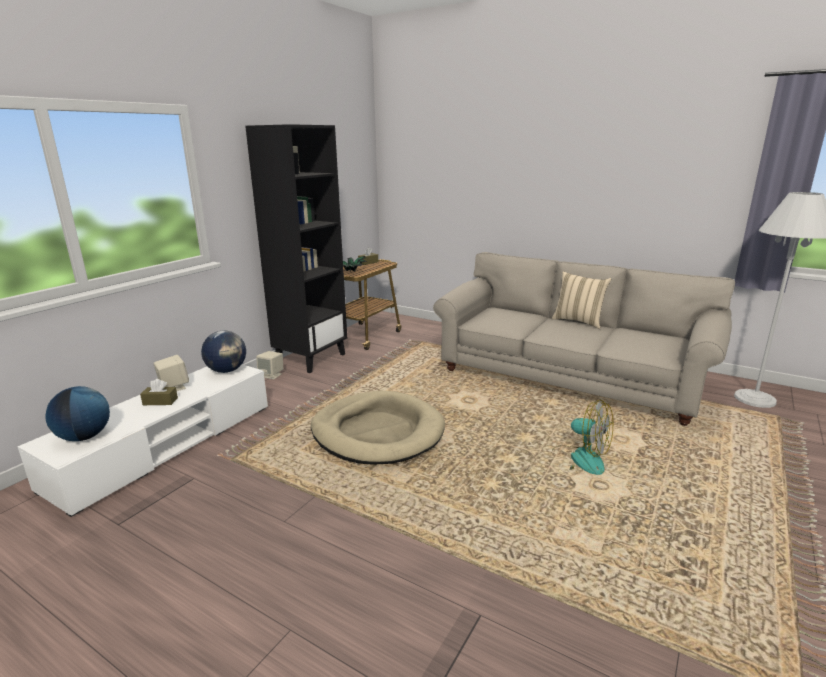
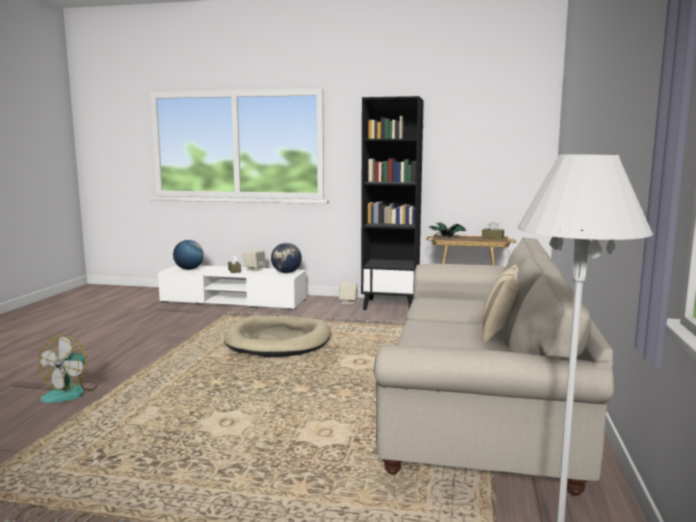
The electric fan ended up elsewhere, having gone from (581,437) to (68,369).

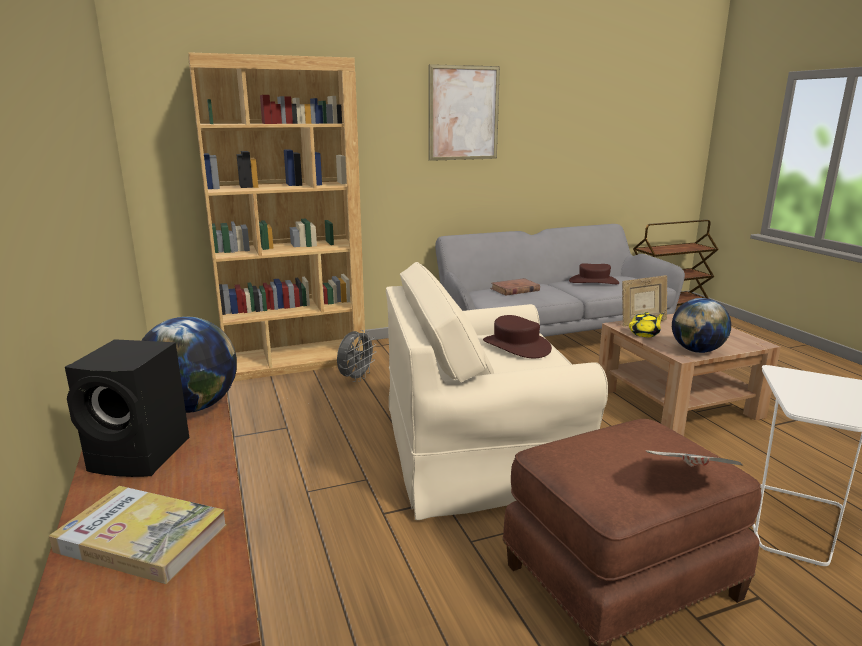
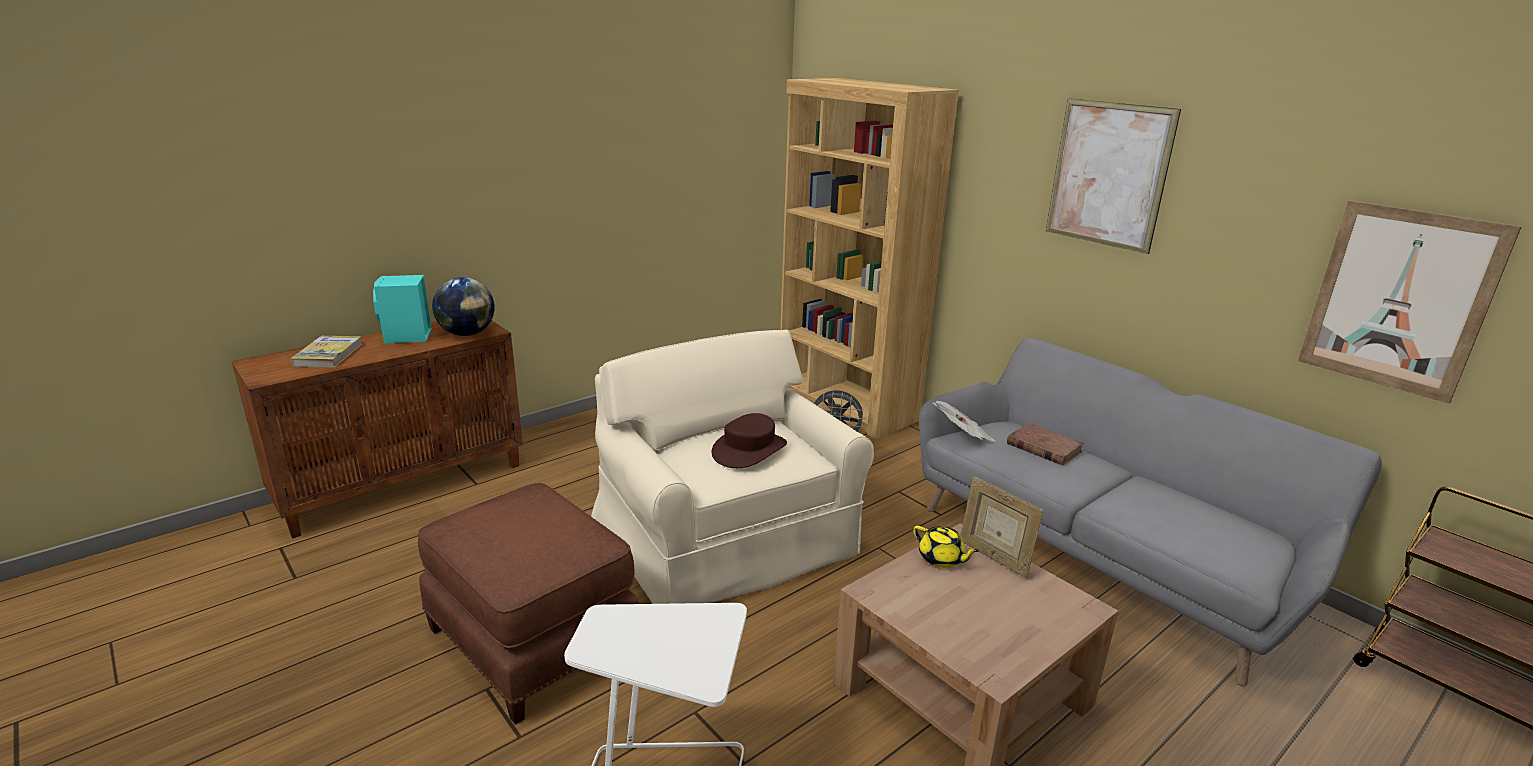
The second view lost the brownish hat at (594,273). The second view lost the globe at (701,325). The second view gained the wall art at (1410,302). The newspaper ended up elsewhere, having gone from (694,458) to (964,421). What was the black audio speaker at (127,408) turned into the blue-green audio speaker at (402,309).

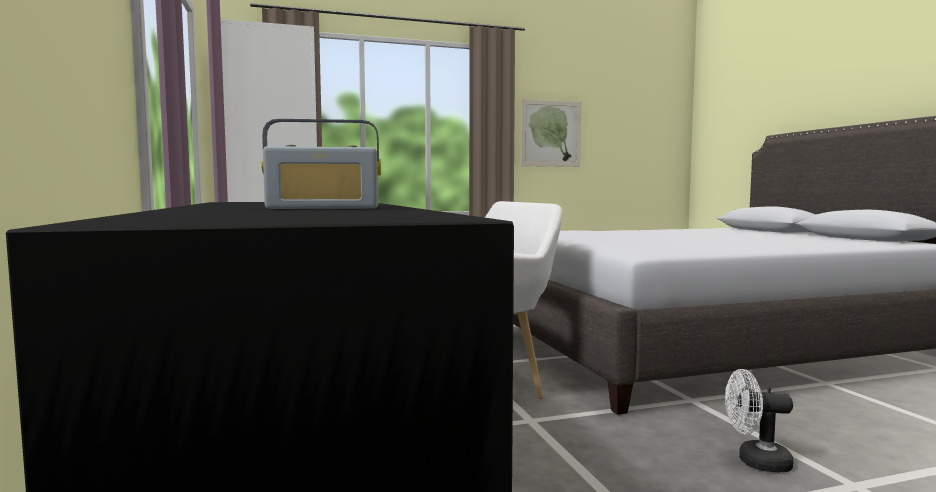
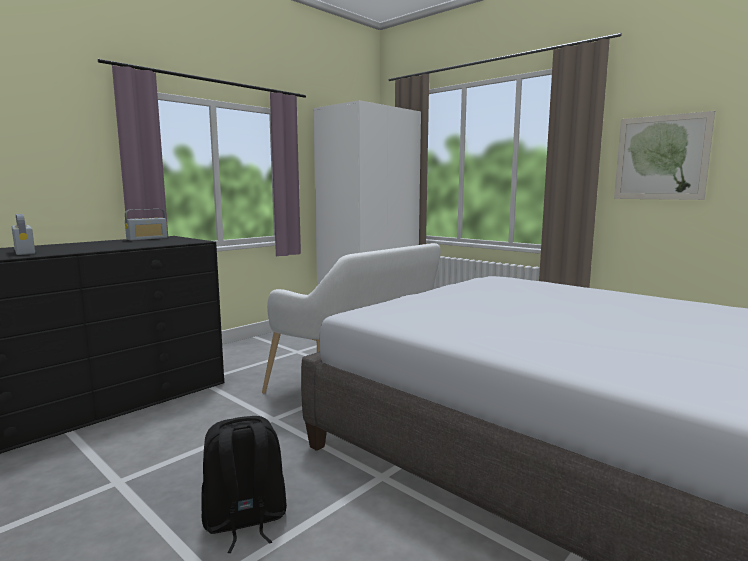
The second view gained the radio set at (146,225). Where the whitish electric fan stood at (759,420), the black rucksack came to stand at (244,484).

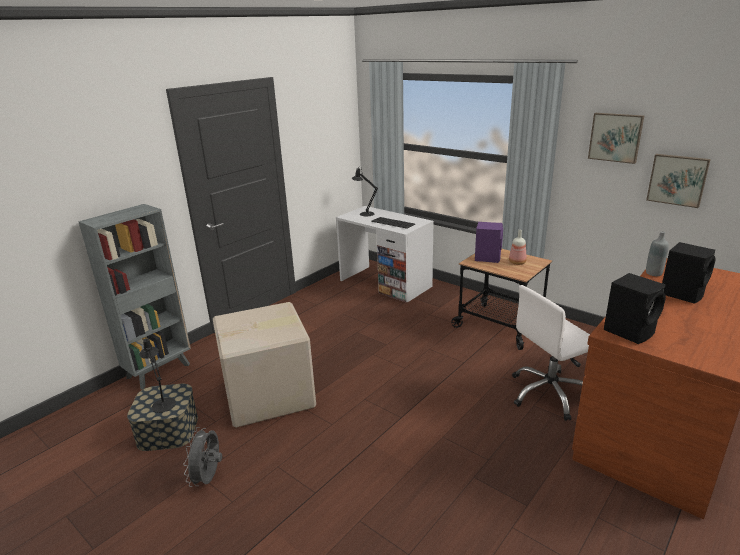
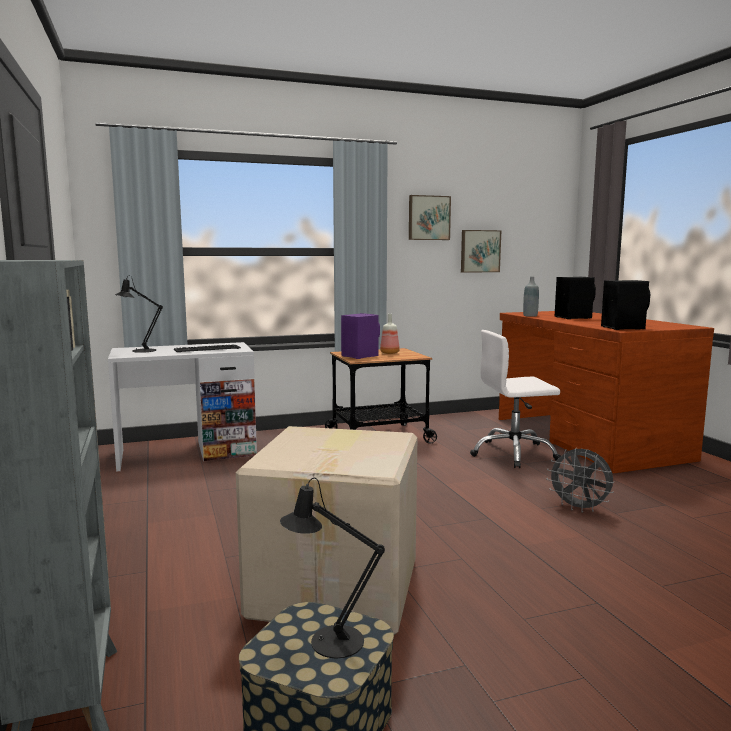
The greyish electric fan ended up elsewhere, having gone from (202,457) to (580,480). The whitish desk chair at (551,353) ended up facing another way, 75 degrees clockwise from before.

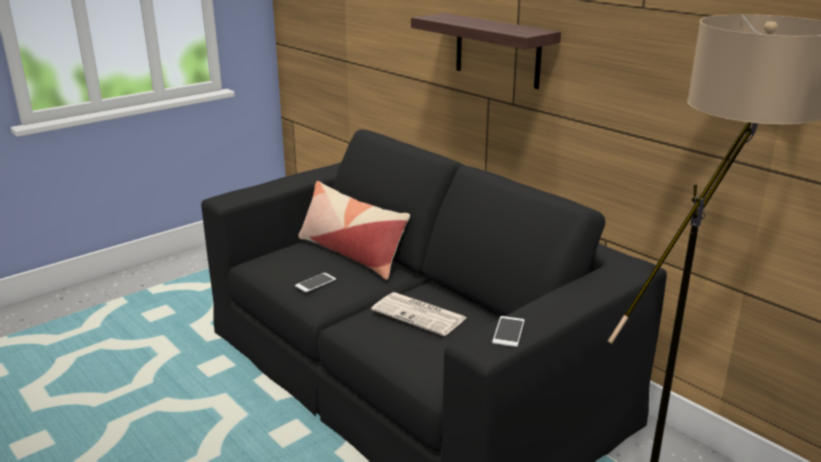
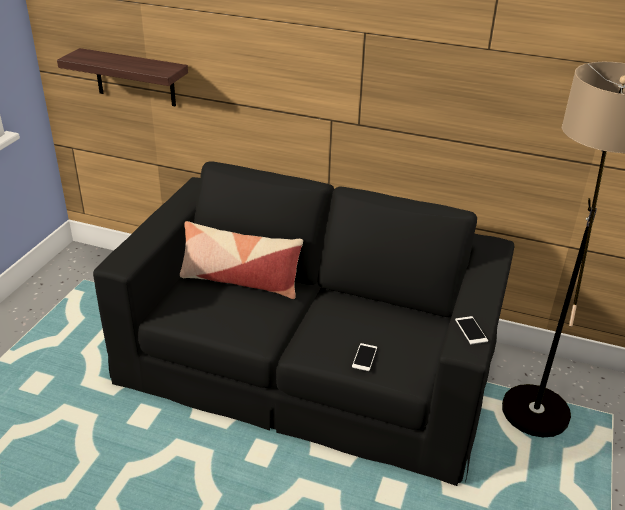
The second view lost the newspaper at (418,314). The phone ended up elsewhere, having gone from (315,282) to (364,357). The bracket shelf ended up elsewhere, having gone from (486,51) to (122,77).

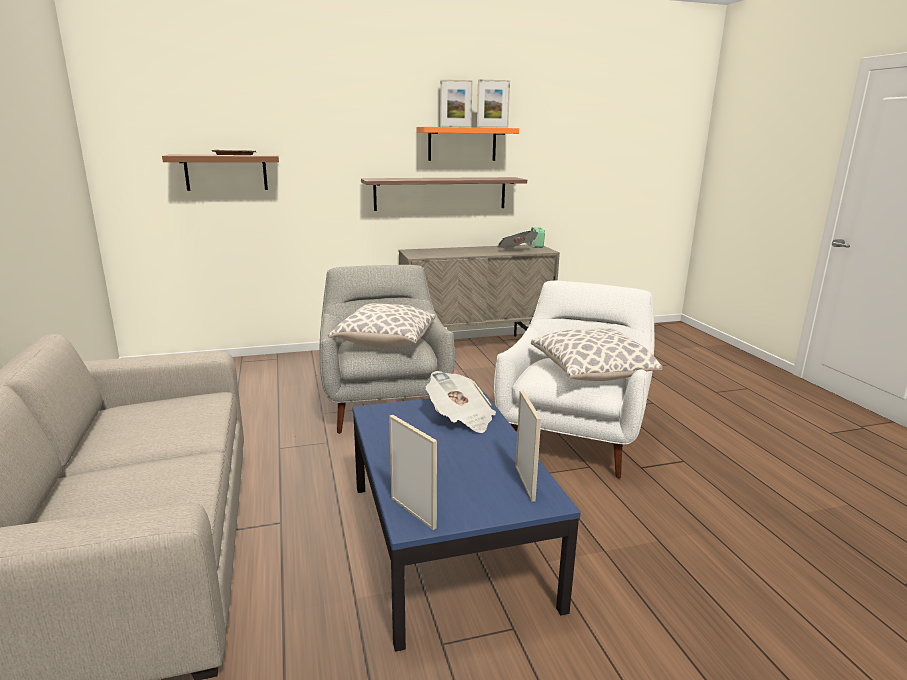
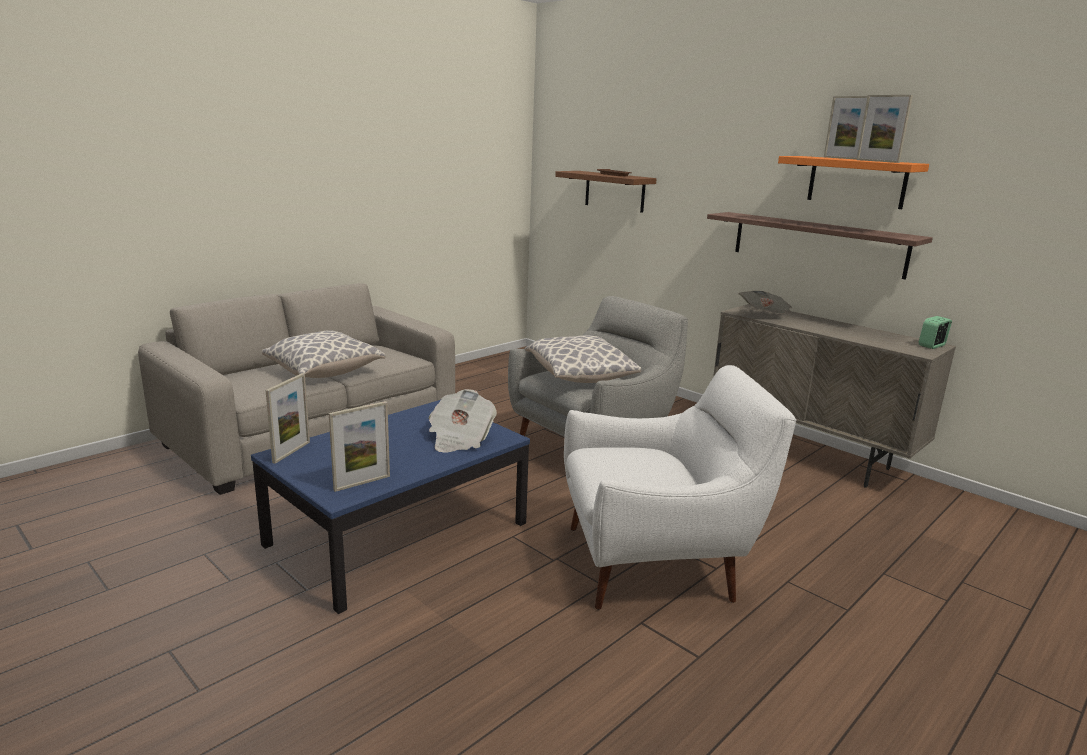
The newspaper ended up elsewhere, having gone from (517,239) to (765,302). The cushion ended up elsewhere, having gone from (597,354) to (324,354).

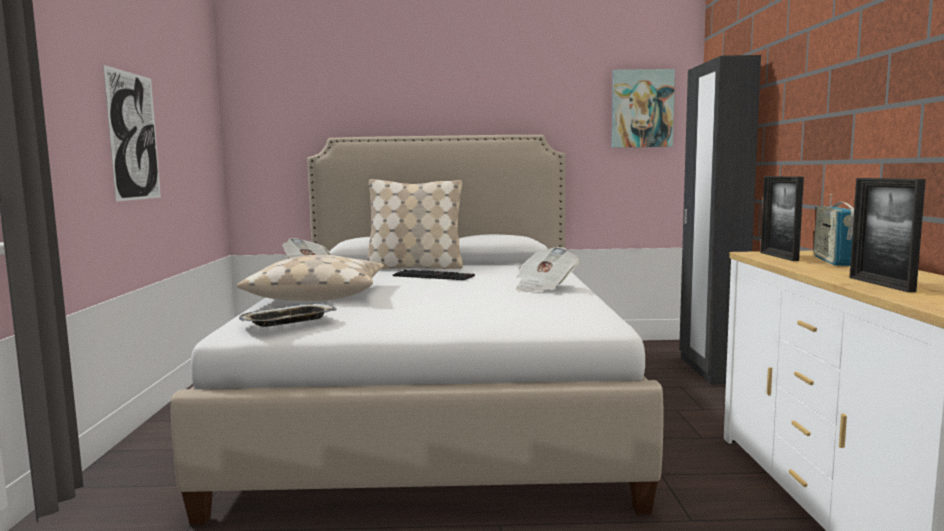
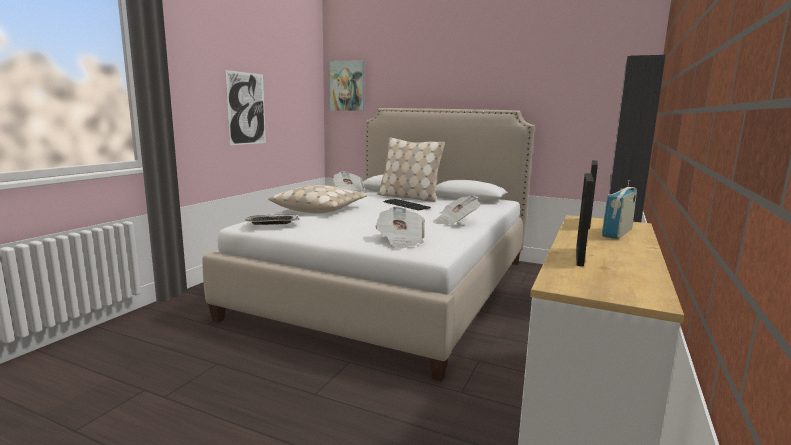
The second view gained the newspaper at (400,227). The wall art ended up elsewhere, having gone from (643,108) to (346,85).

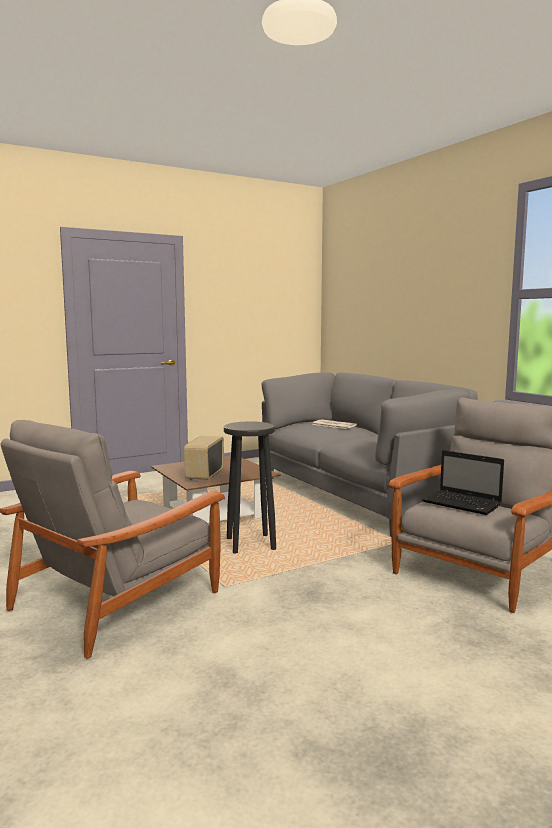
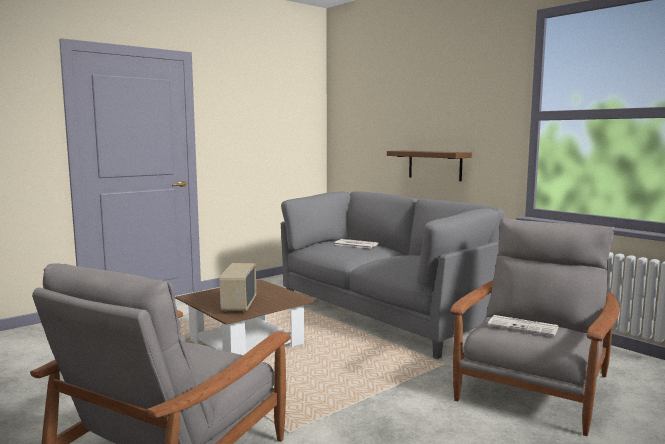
The second view lost the black stool seat at (250,487). The second view gained the brownish bracket shelf at (429,166). Where the laptop stood at (463,482), the newspaper came to stand at (523,325).

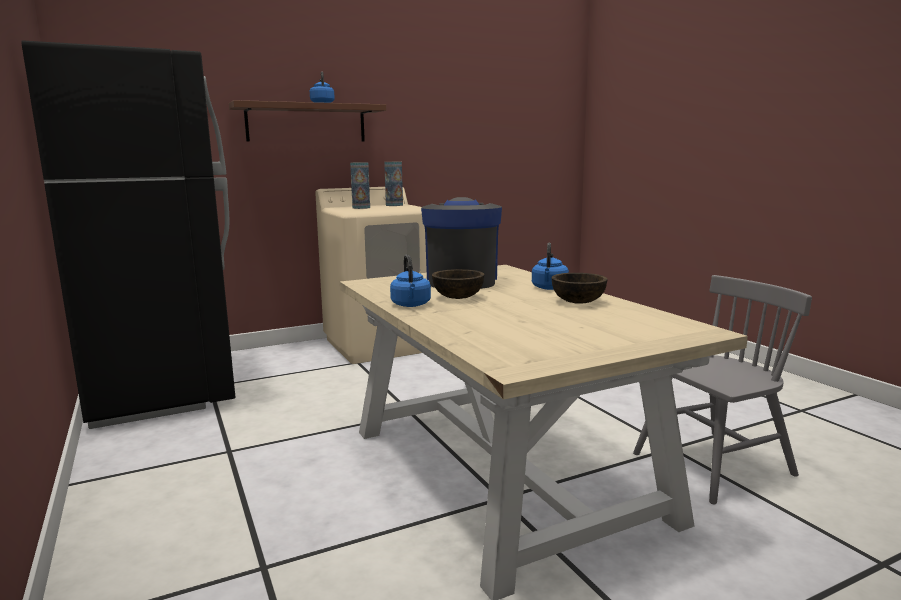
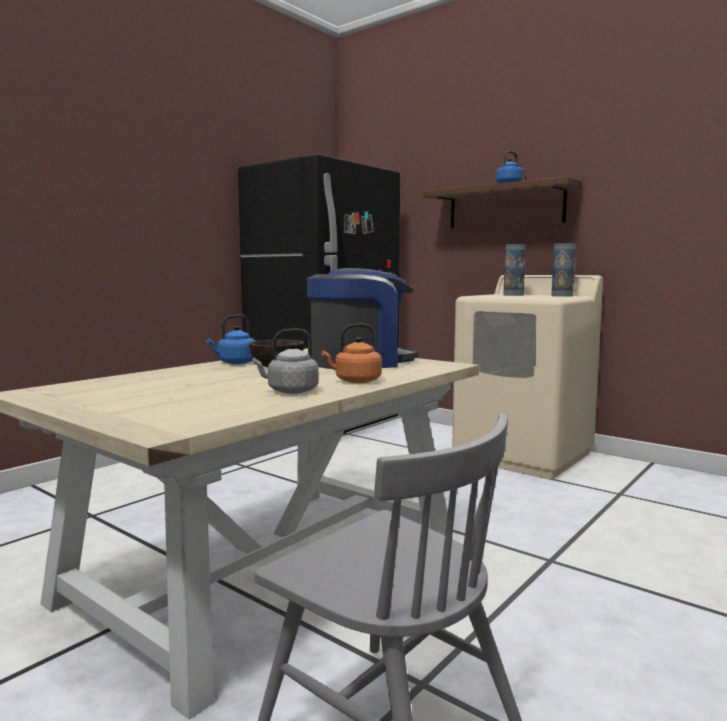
Where the brownish bowl stood at (579,288), the greyish tea kettle came to stand at (285,361). What was the blue-coloured tea kettle at (550,266) turned into the orangey tea kettle at (352,353).

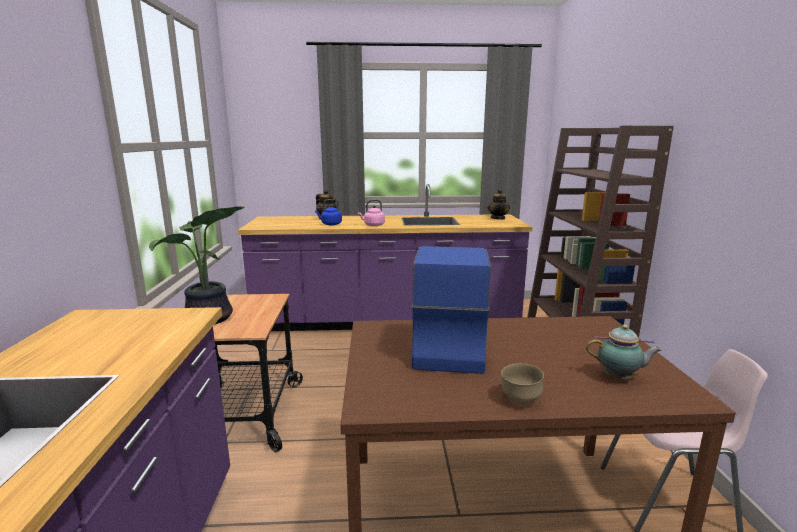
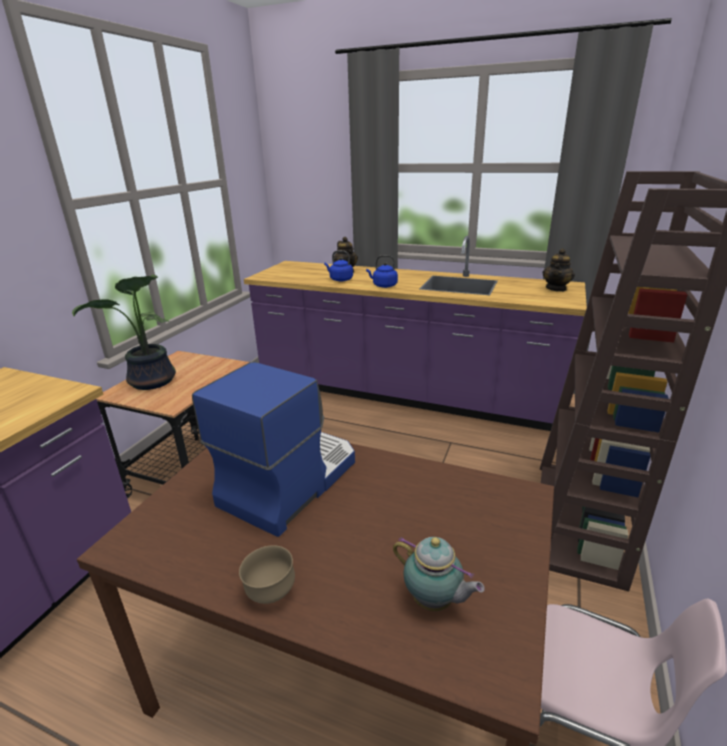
What was the pinkish tea kettle at (371,212) turned into the blue-coloured tea kettle at (382,271).

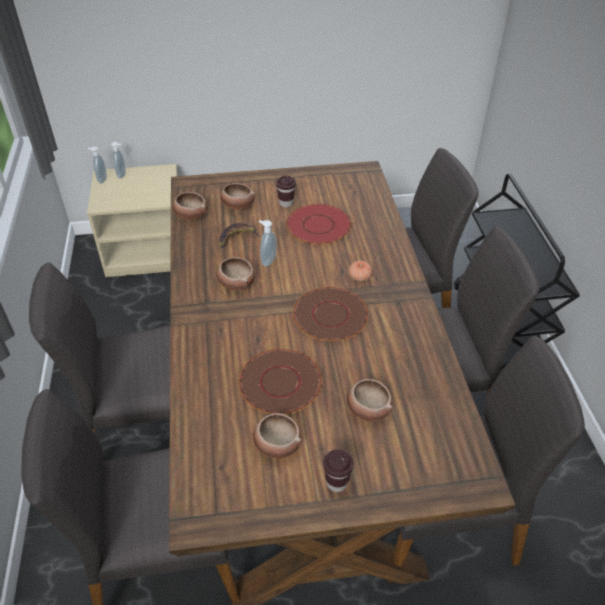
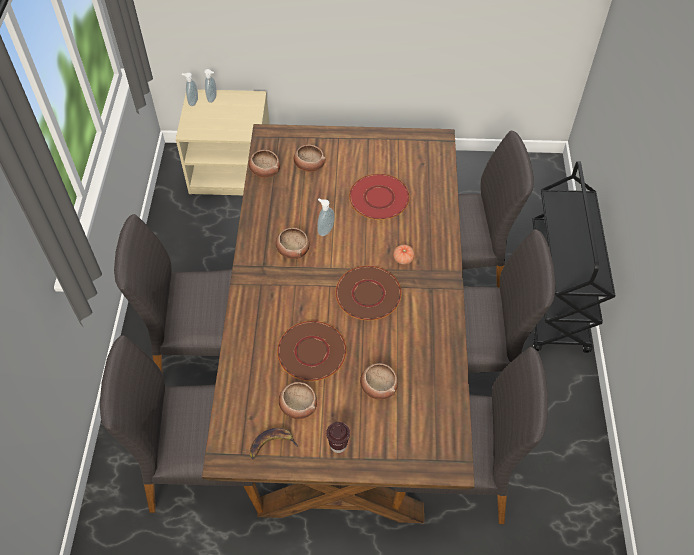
The second view lost the brownish drinking cup at (286,191). The banana ended up elsewhere, having gone from (239,235) to (274,443).

